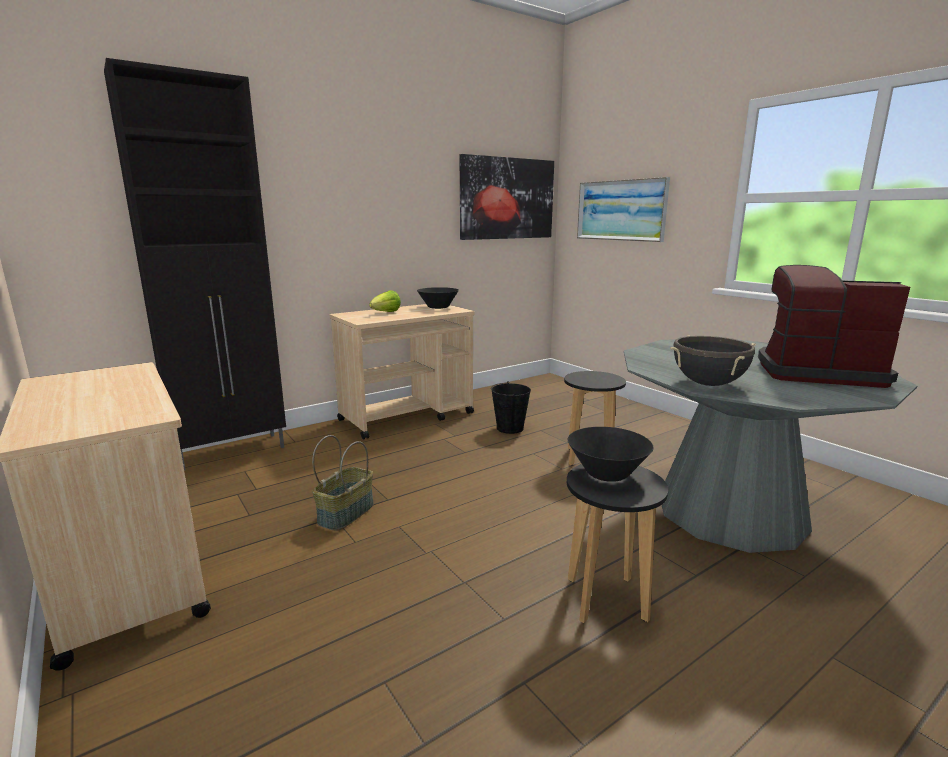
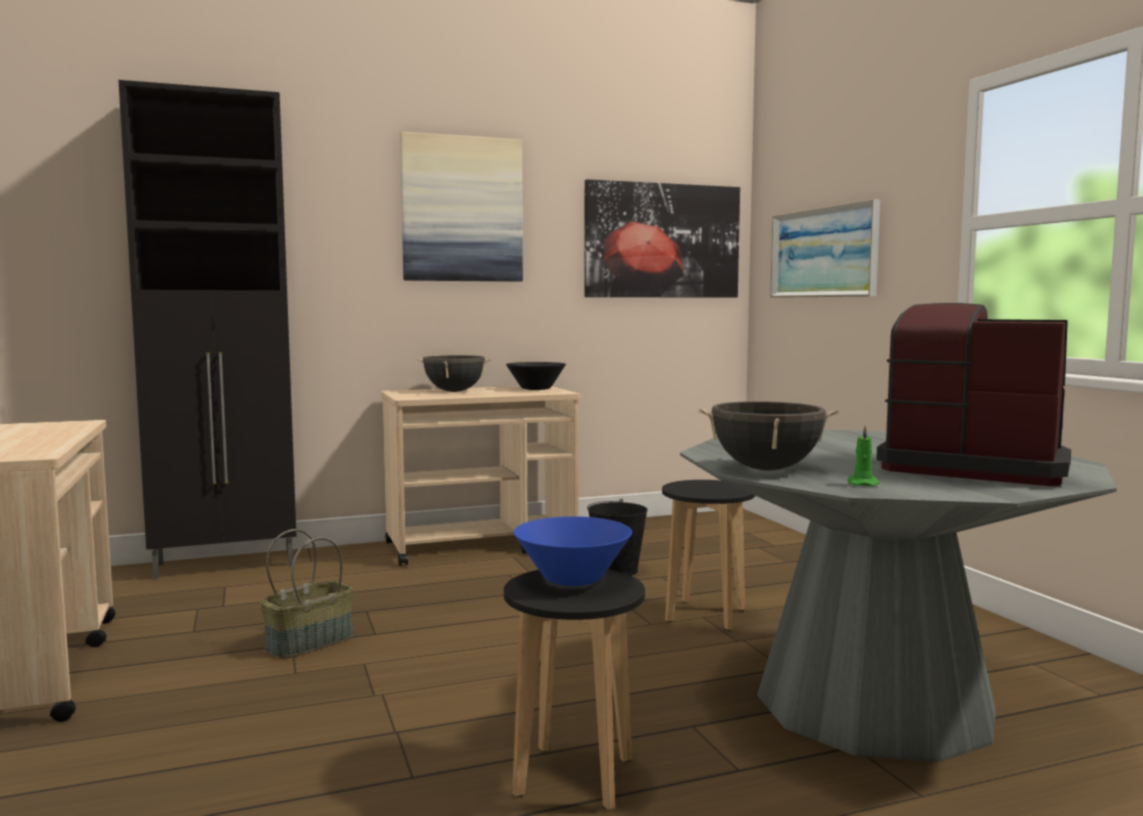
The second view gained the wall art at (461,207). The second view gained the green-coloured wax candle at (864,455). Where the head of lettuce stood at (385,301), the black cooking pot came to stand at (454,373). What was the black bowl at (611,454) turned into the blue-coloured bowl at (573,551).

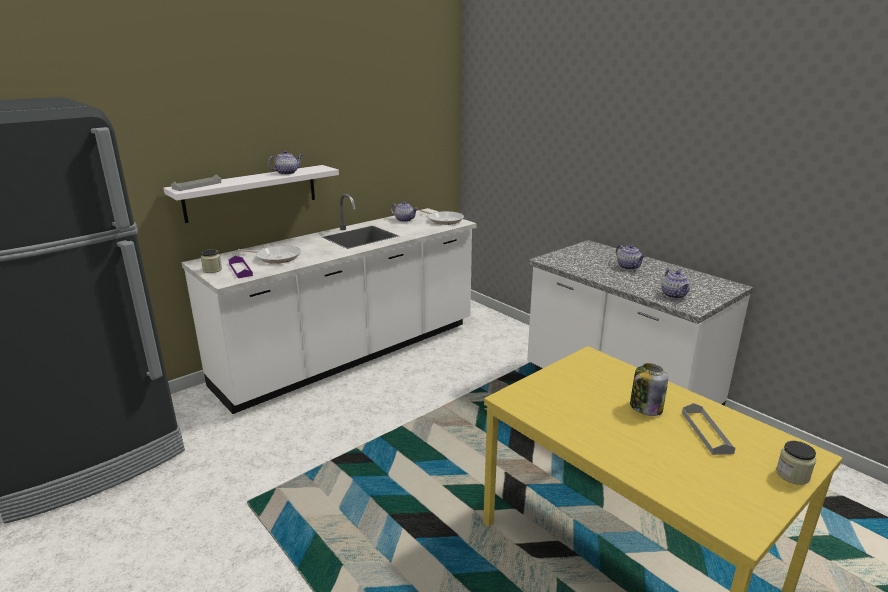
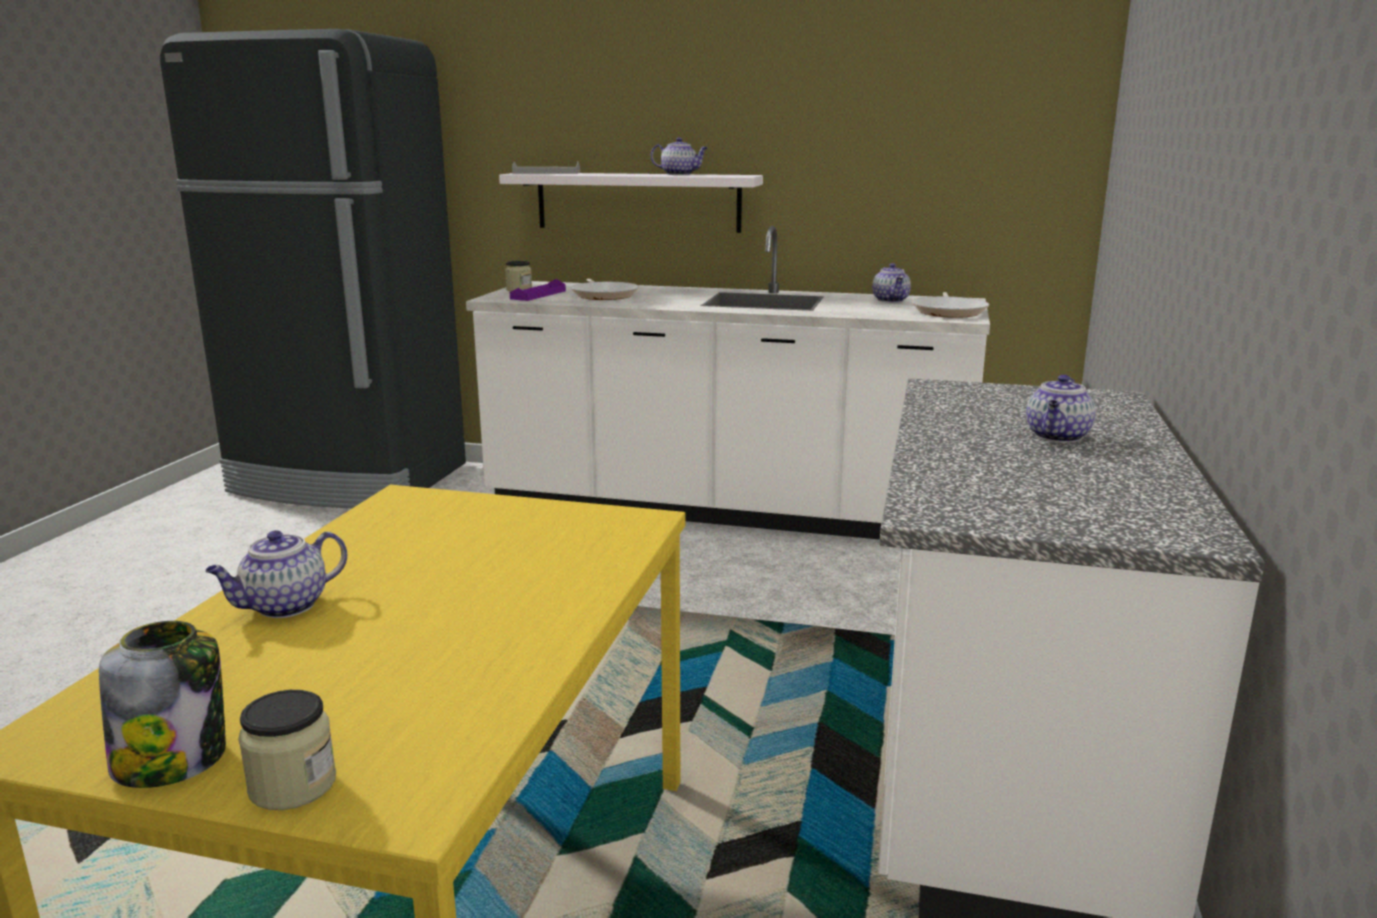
The second view lost the greyish carrying tray at (709,429). The preserve jar ended up elsewhere, having gone from (649,389) to (162,704). The pot for tea ended up elsewhere, having gone from (675,284) to (276,574).

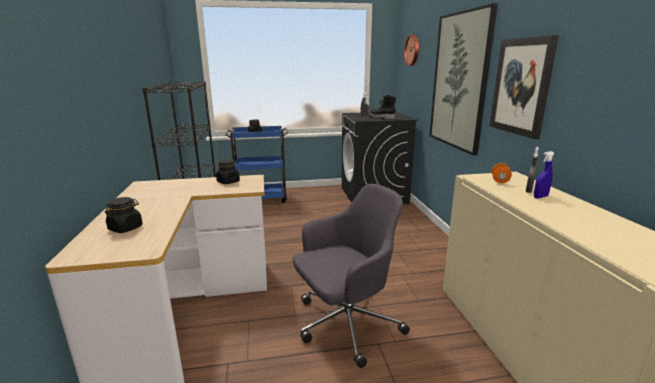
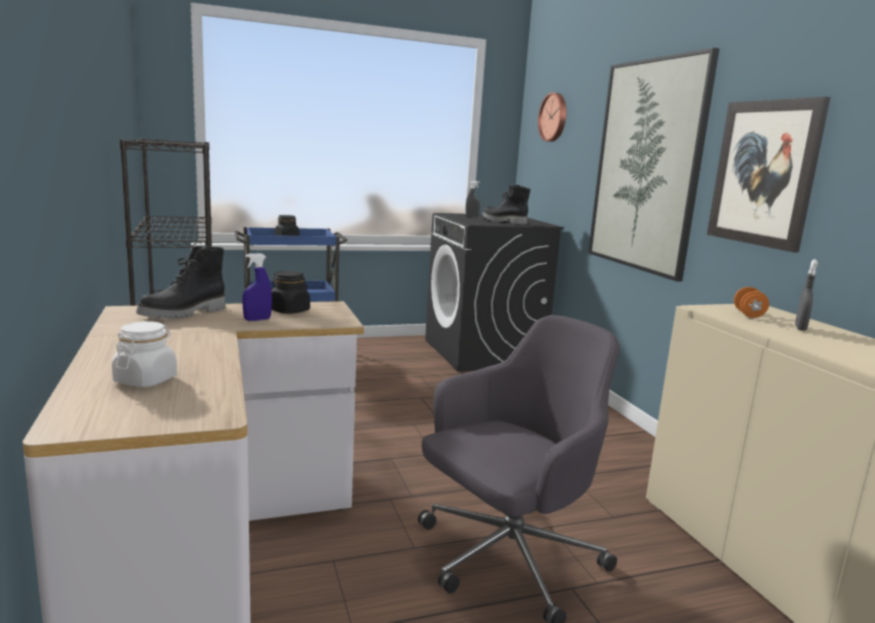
The second view gained the black tall boot at (181,282). The blue-coloured sprayer ended up elsewhere, having gone from (544,175) to (257,287). What was the black preserve jar at (124,215) turned into the whitish preserve jar at (144,354).

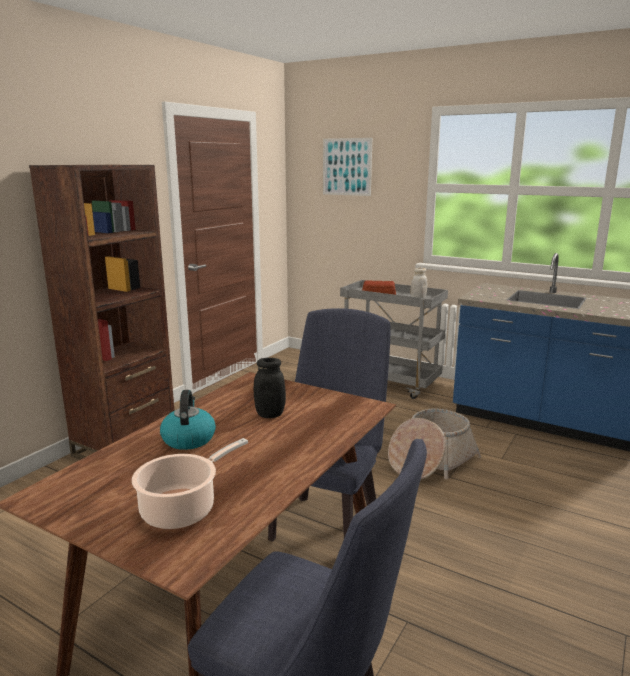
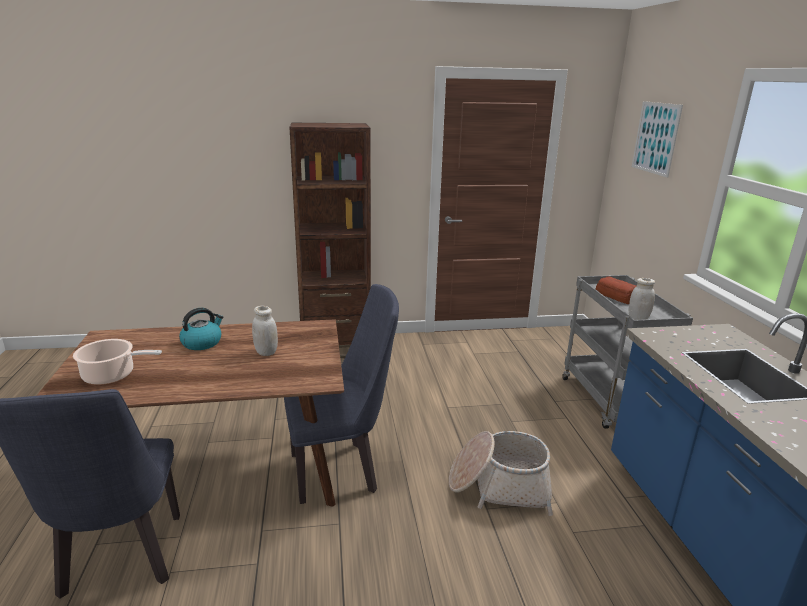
What was the black preserve jar at (270,388) turned into the whitish preserve jar at (265,331).

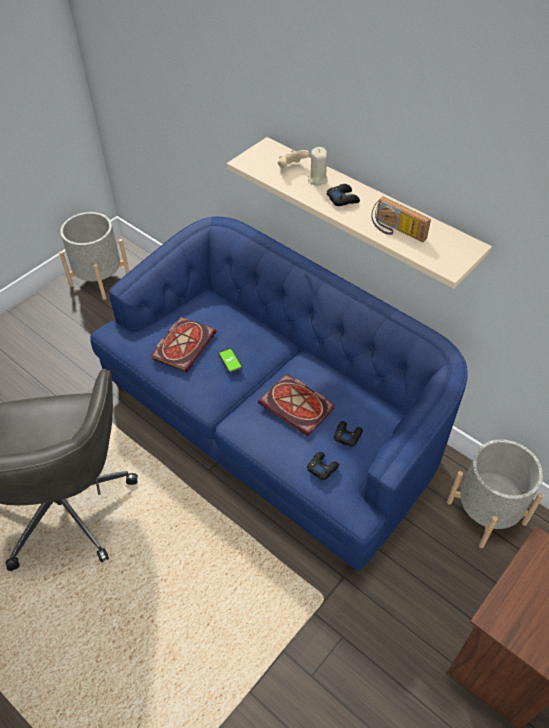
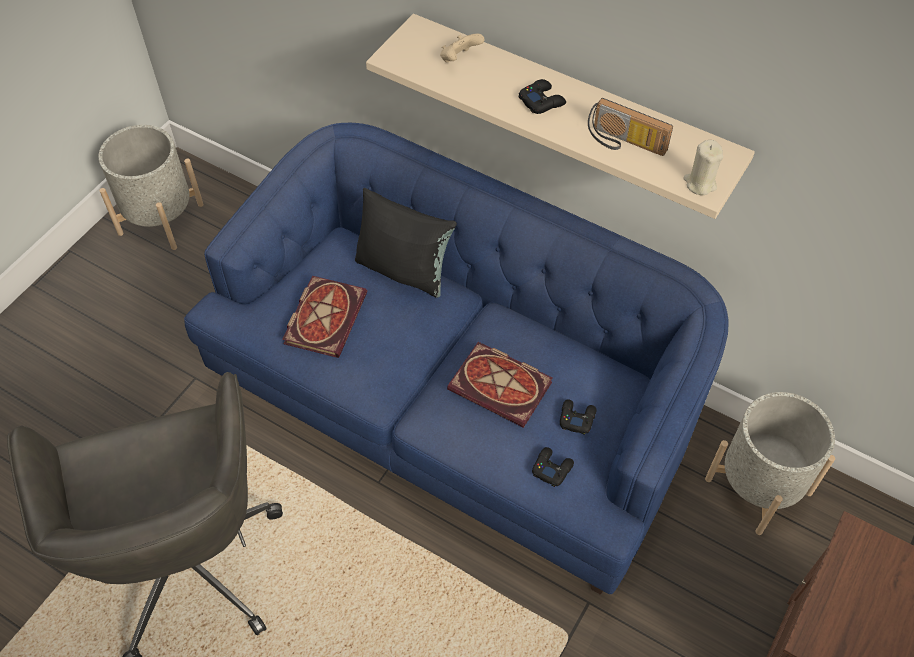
The second view lost the phone at (230,360). The second view gained the black cushion at (406,243). The beige wax candle ended up elsewhere, having gone from (318,166) to (703,167).

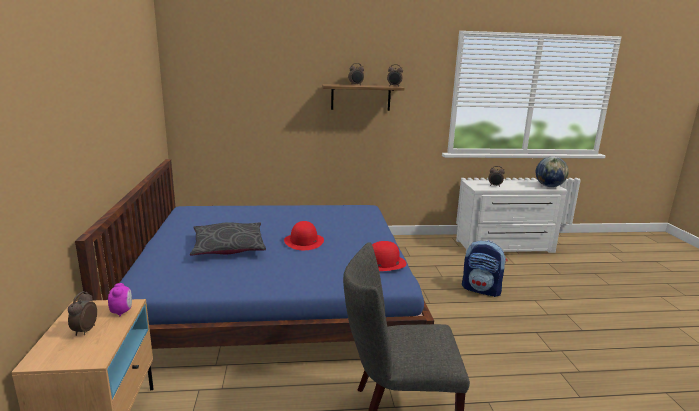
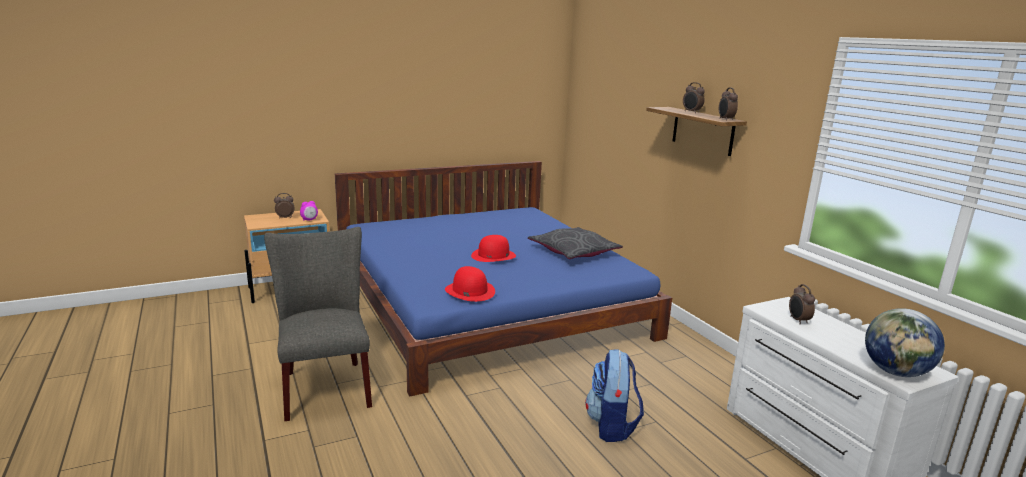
The greyish cushion ended up elsewhere, having gone from (228,239) to (575,243).

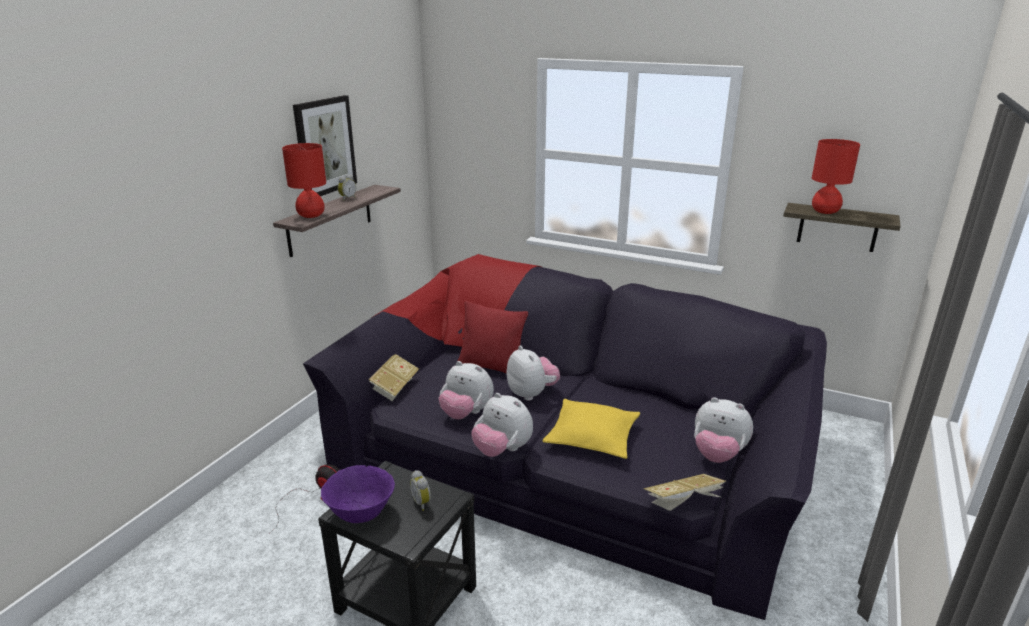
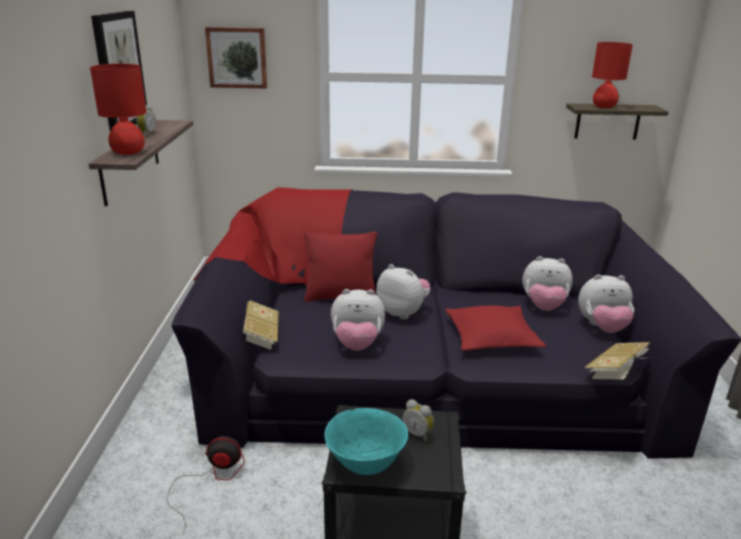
The second view gained the wall art at (236,57). The cuddly toy ended up elsewhere, having gone from (502,425) to (547,283). What was the purple-coloured bowl at (358,494) turned into the blue-green bowl at (366,441). What was the yellowish cushion at (591,429) turned into the red cushion at (495,328).

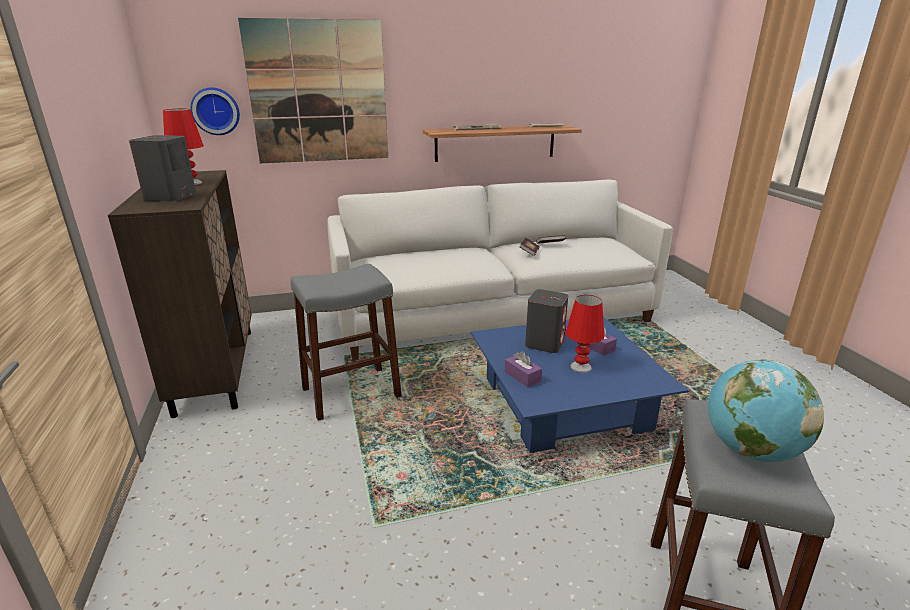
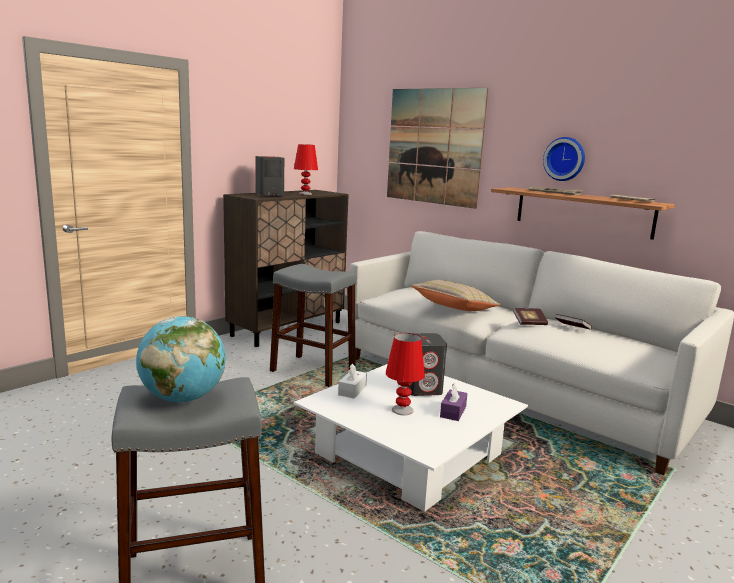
The second view gained the beige cushion at (455,295). The clock on the wall ended up elsewhere, having gone from (215,111) to (564,159). What was the blue-coloured lounge table at (580,385) turned into the whitish lounge table at (411,438). What was the purple-coloured tissue box at (523,369) turned into the whitish tissue box at (352,381).

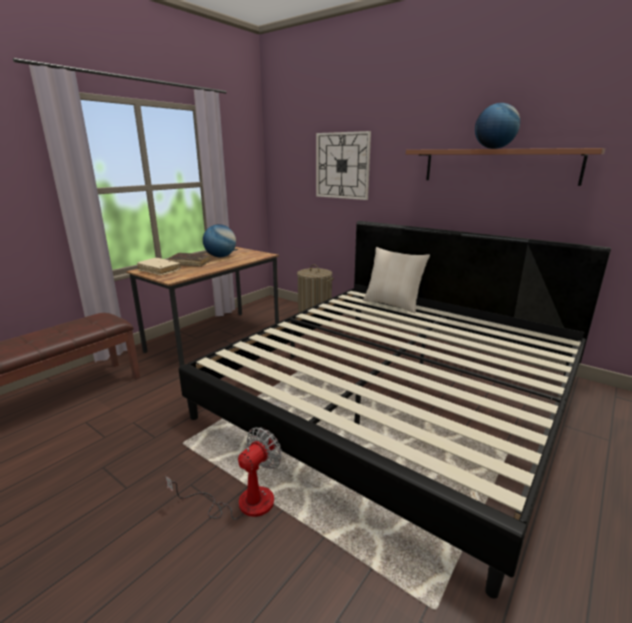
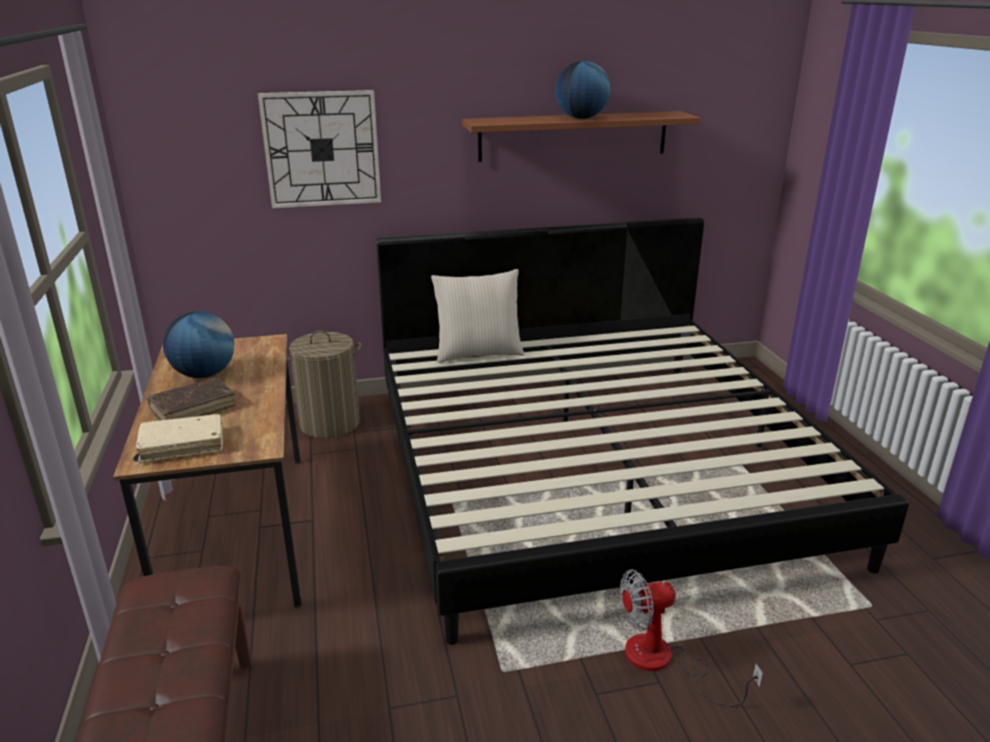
The electric fan at (223,473) ended up facing another way, 90 degrees counterclockwise from before.

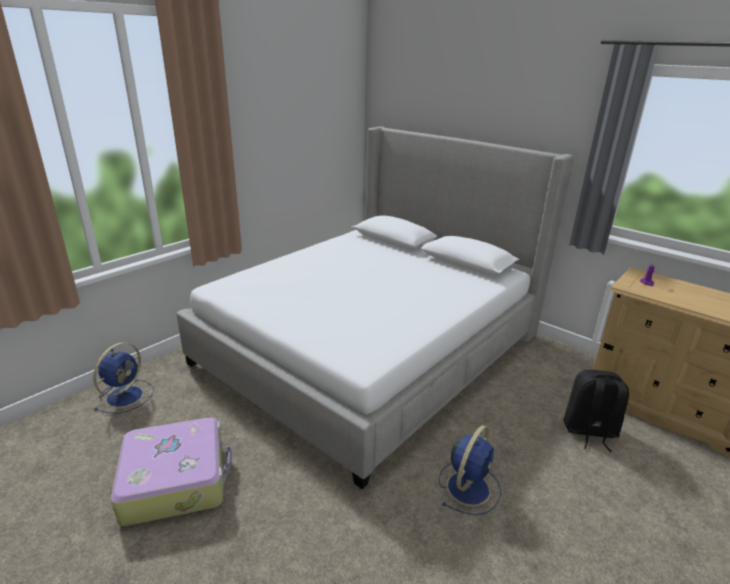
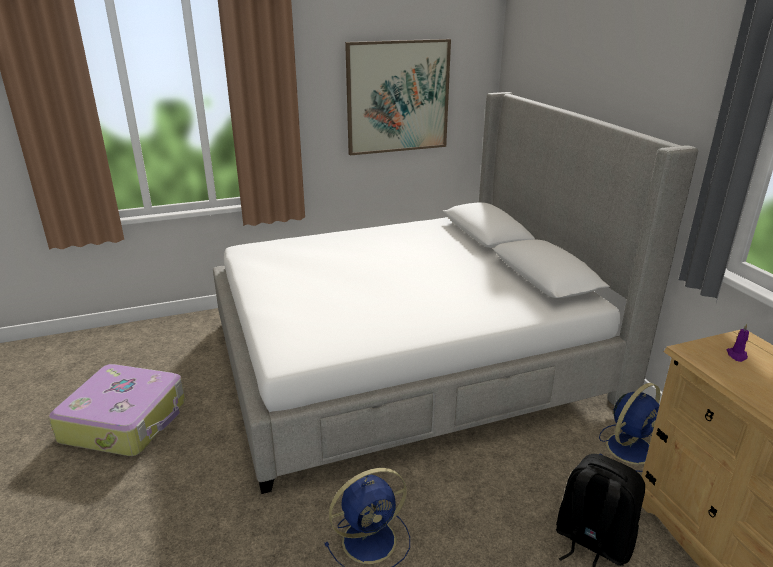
The second view gained the wall art at (398,97). The blue-coloured electric fan ended up elsewhere, having gone from (123,377) to (629,427).

